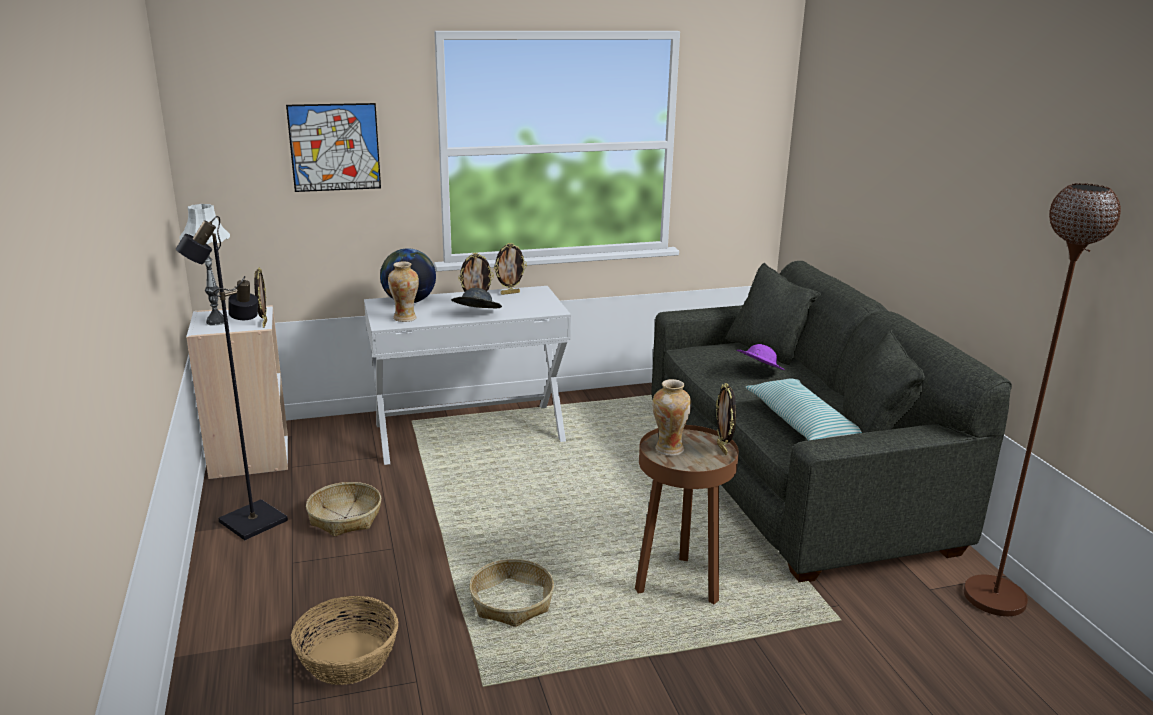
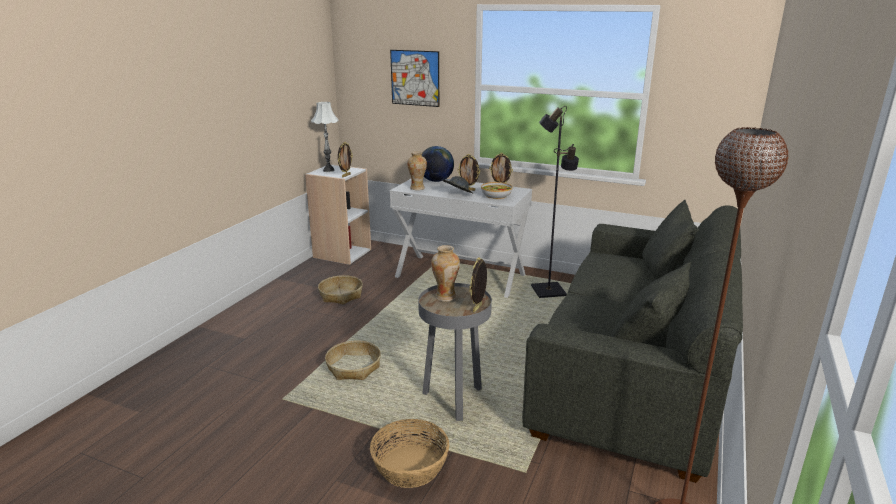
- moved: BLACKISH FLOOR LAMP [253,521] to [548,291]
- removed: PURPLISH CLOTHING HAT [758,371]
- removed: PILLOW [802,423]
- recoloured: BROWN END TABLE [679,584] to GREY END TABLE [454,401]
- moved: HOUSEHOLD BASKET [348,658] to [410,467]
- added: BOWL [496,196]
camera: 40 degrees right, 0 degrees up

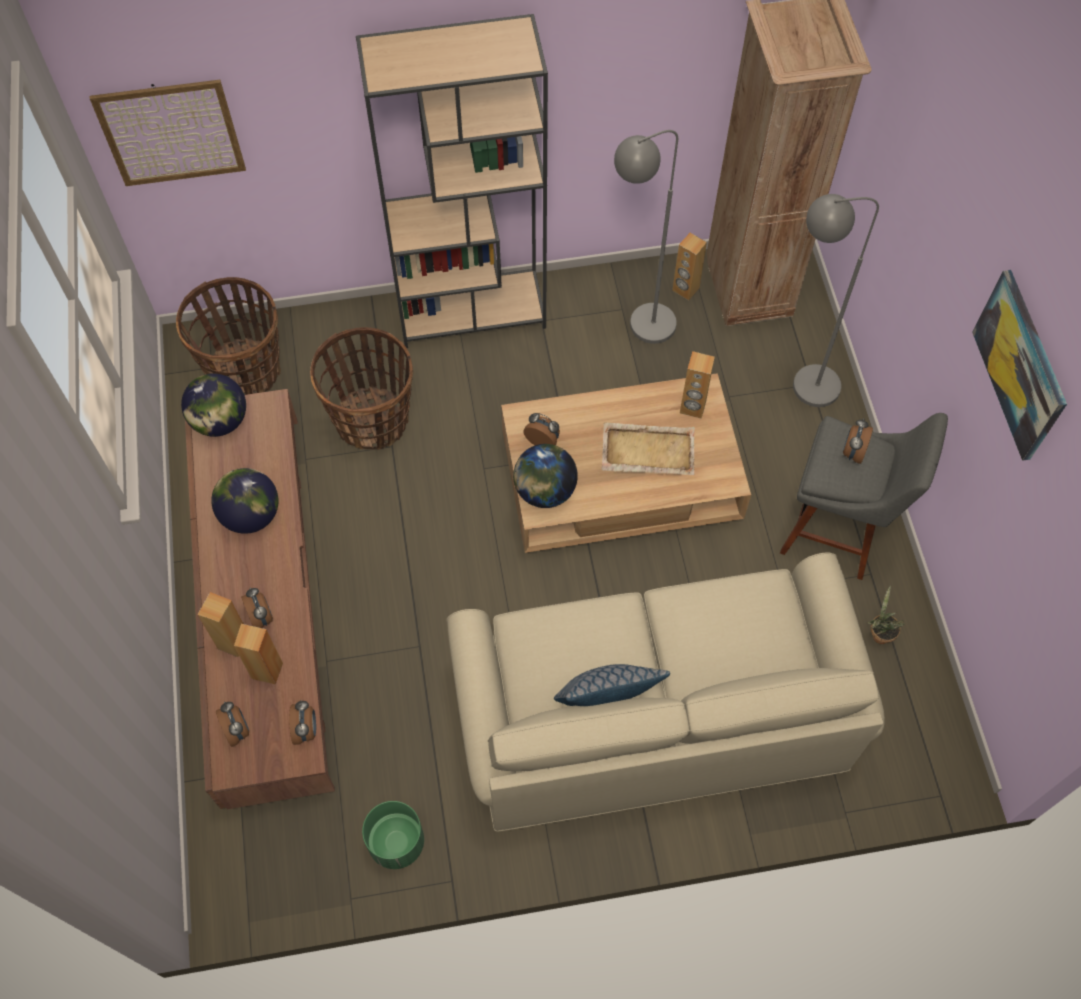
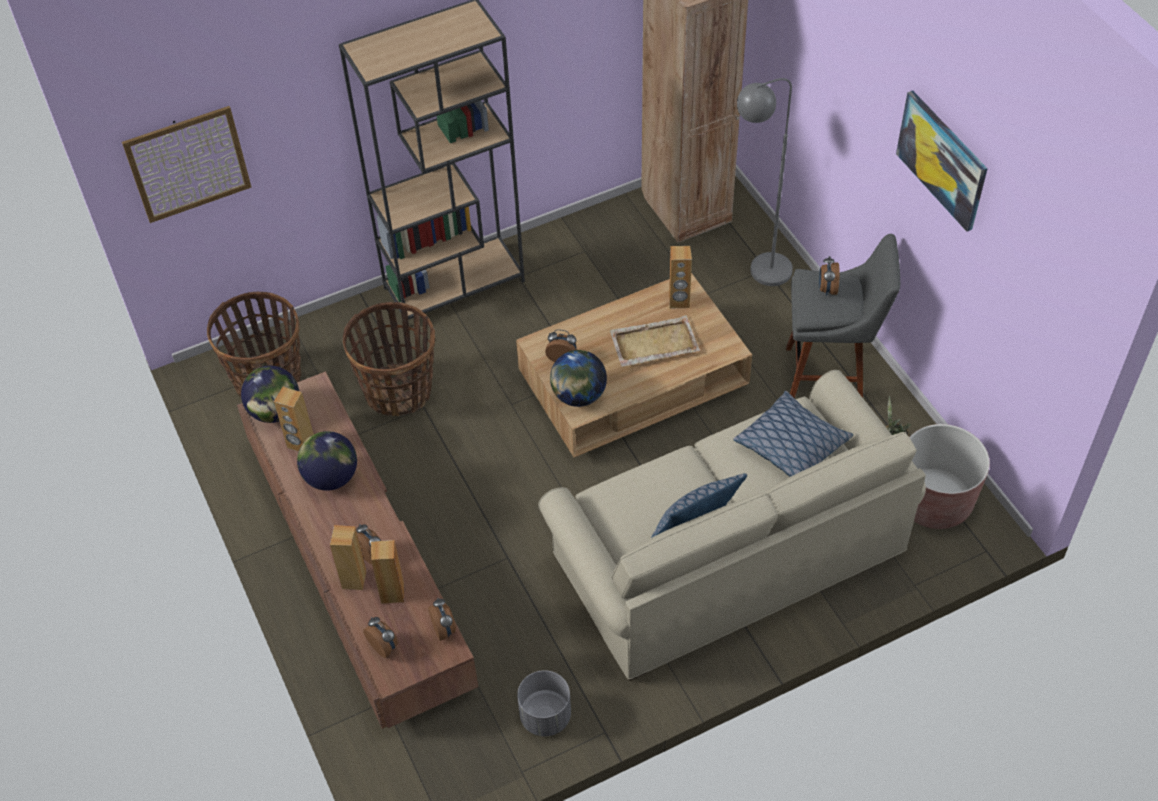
- removed: GREY FLOOR LAMP [640,331]
- moved: BROWN LOUDSPEAKER [685,289] to [301,443]
- recoloured: GREEN-COLOURED FLOWER POT [396,842] to GREY FLOWER POT [545,716]
- added: PILLOW [792,445]
- added: BROWN FLOWER POT [934,501]
camera: 15 degrees left, 10 degrees down

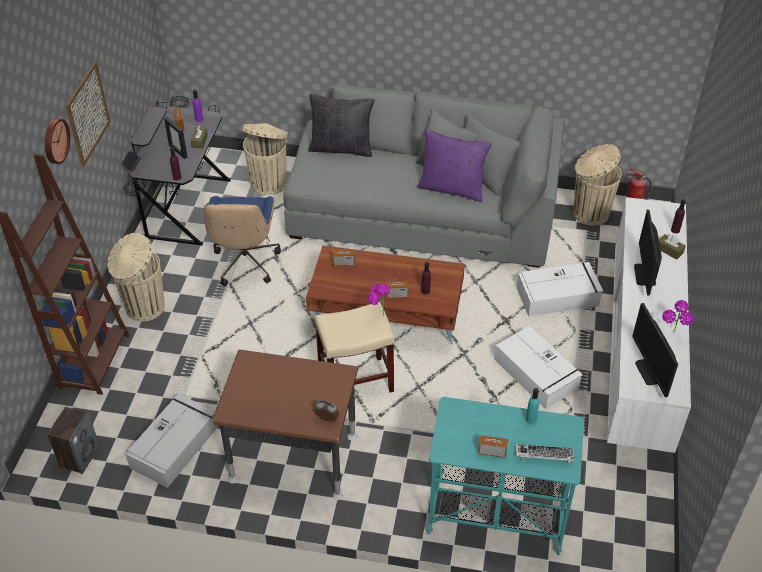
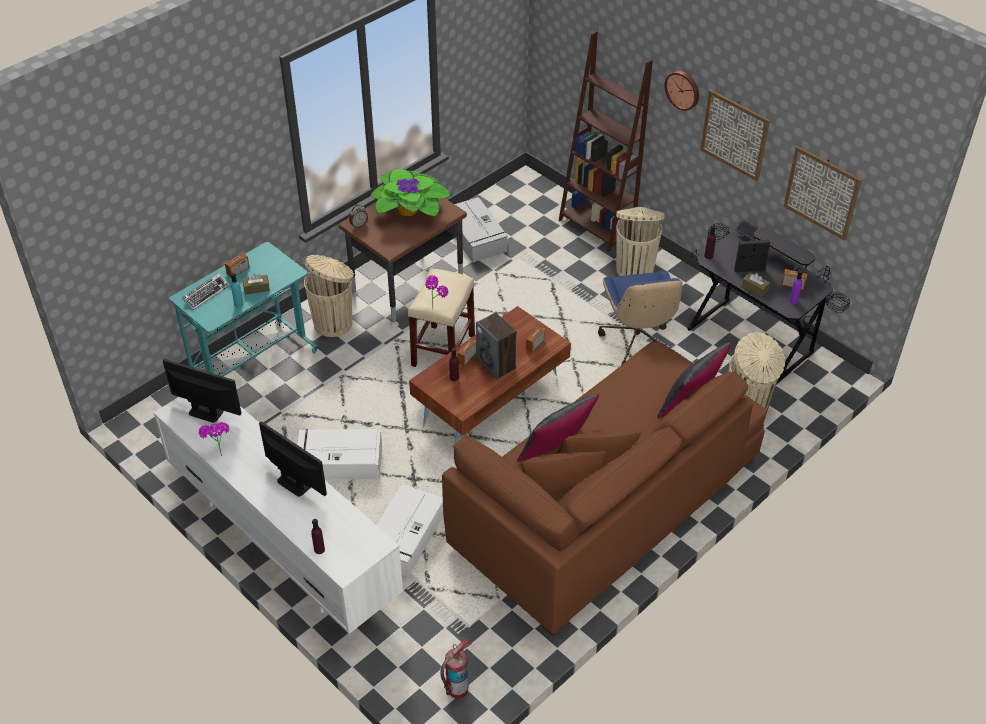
- recoloured: GREY COUCH [422,215] to BROWN COUCH [606,501]
- recoloured: PURPLISH PILLOW [452,188] to BLACKISH PILLOW [556,450]
- moved: SAND-COLOURED RUBBISH BIN [589,213] to [334,322]
- turned: BLUE-COLOURED OFFICE CHAIR [245,265] = [636,345] 135 degrees counterclockwise
- moved: BROWN TISSUE HOLDER [669,250] to [256,288]
- moved: LOUDSPEAKER [79,456] to [496,364]
- added: PICTURE [822,191]
- added: PLANT IN A POT [410,210]
camera: 125 degrees right, 0 degrees up

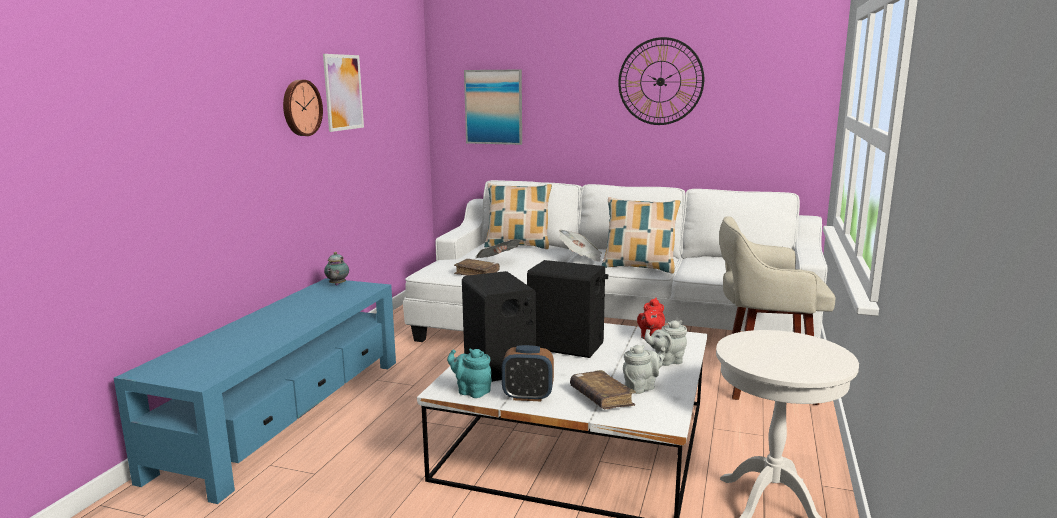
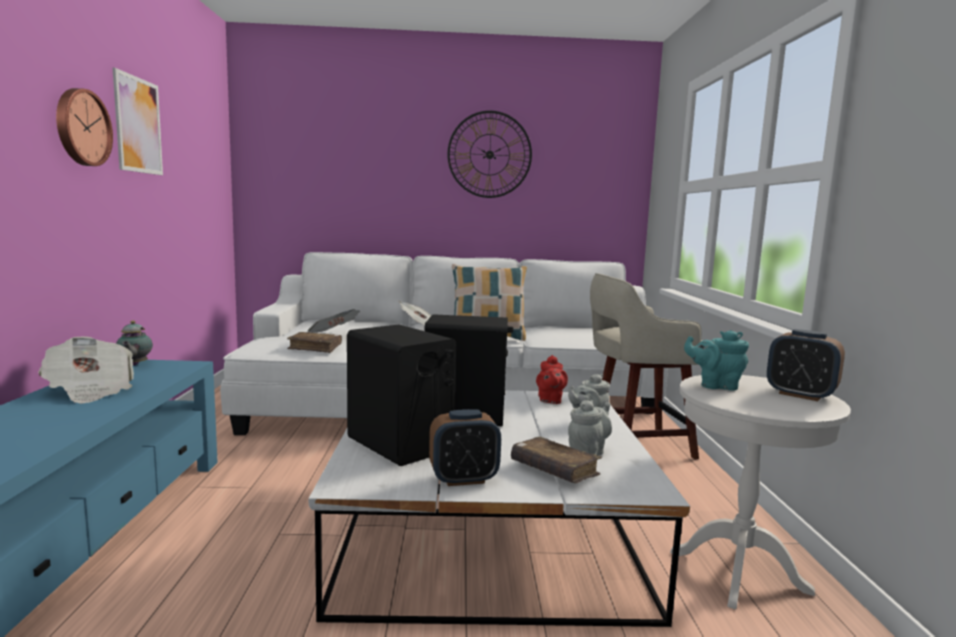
- removed: PICTURE [494,107]
- removed: PILLOW [518,246]
- moved: TURQUOISE-COLOURED TEA POT [471,391] to [715,385]
- added: ALARM CLOCK [800,395]
- added: PRINTED PAPER [90,391]
camera: 20 degrees left, 5 degrees down

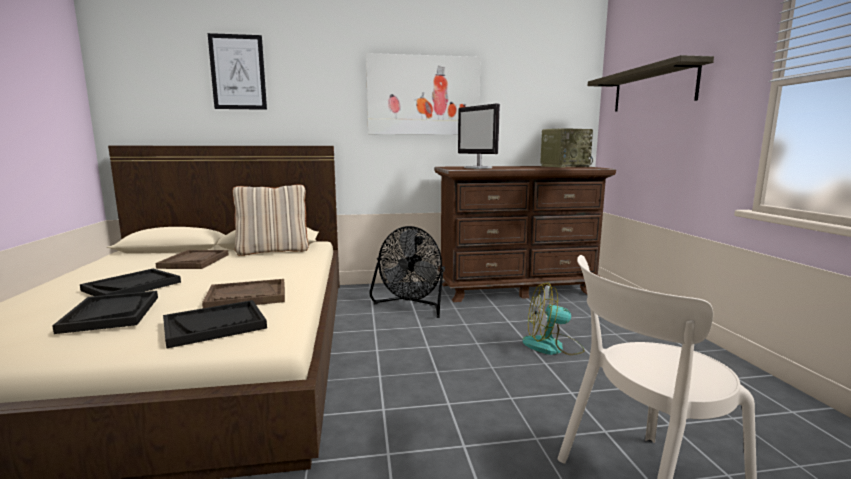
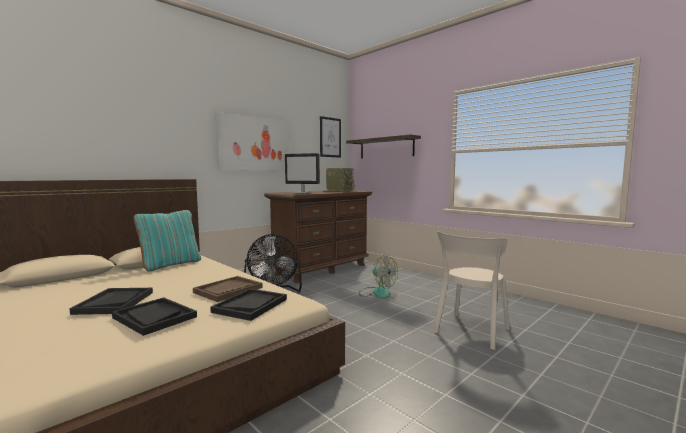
- moved: PICTURE [238,72] to [330,137]
- recoloured: SAND-COLOURED PILLOW [273,251] to TURQUOISE-COLOURED PILLOW [170,264]
- removed: BROWN CARRYING TRAY [194,261]
- turned: FAN [552,346] = [377,292] 105 degrees counterclockwise
camera: 35 degrees left, 5 degrees down

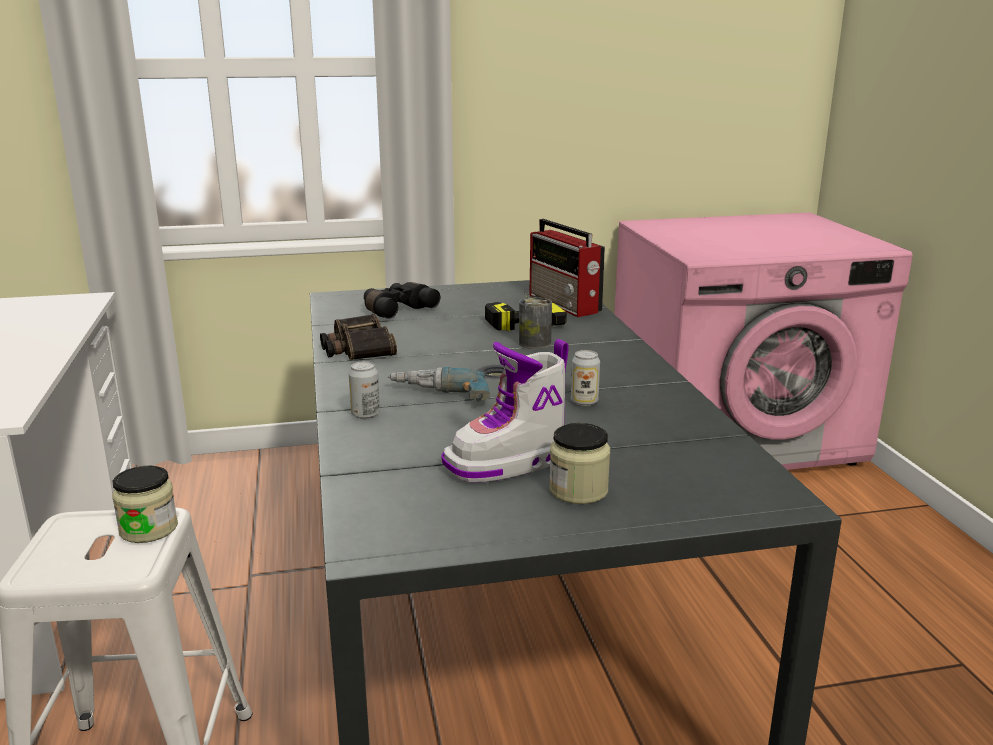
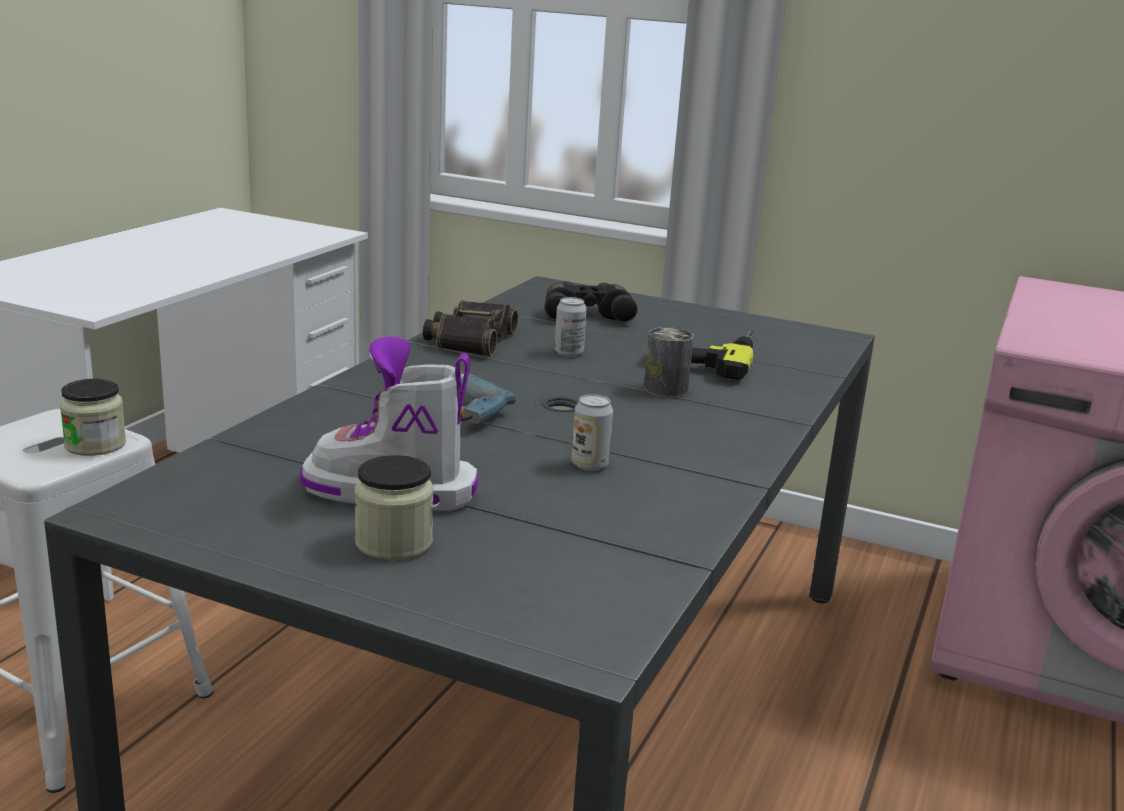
- removed: RADIO SET [565,304]
- moved: SEALED CAN [365,414] to [568,353]
camera: 35 degrees right, 0 degrees up

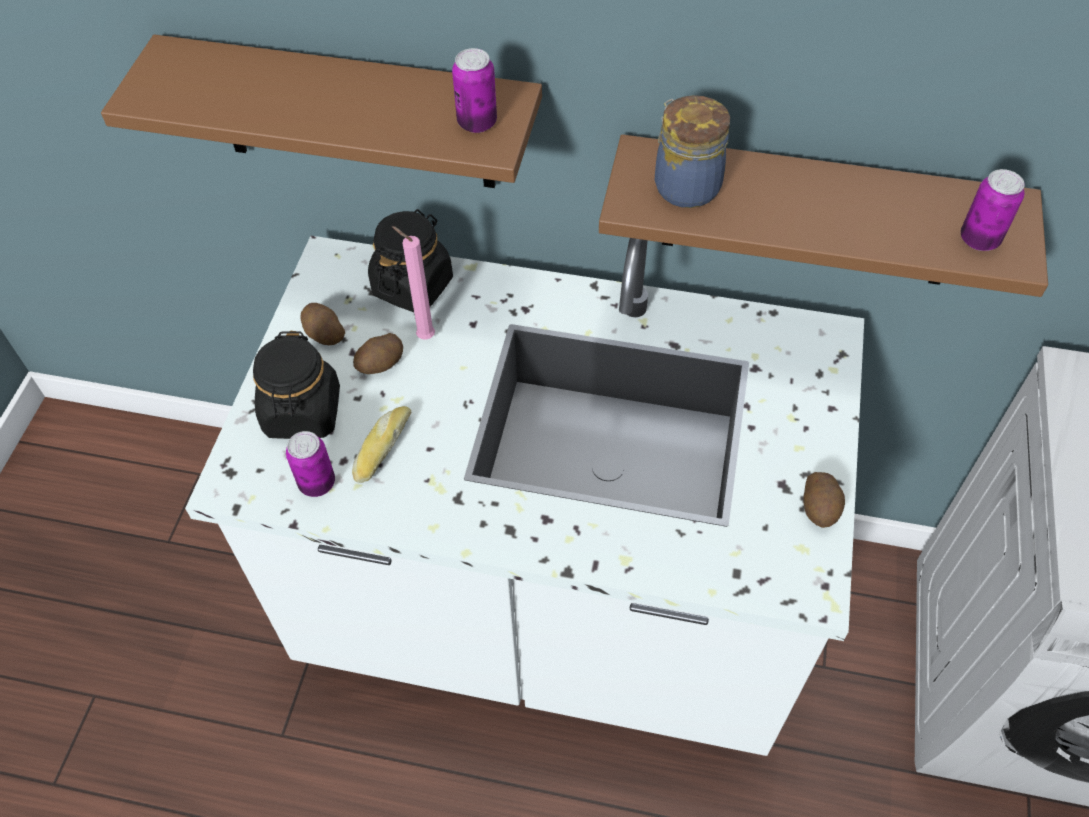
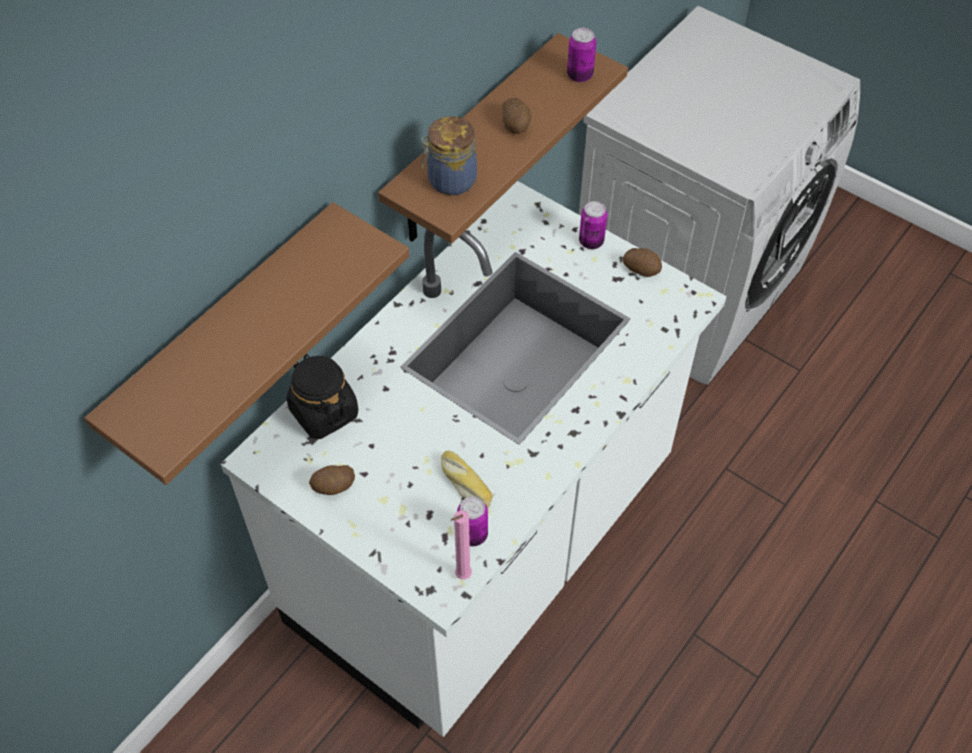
- moved: SEALED CAN [477,123] to [591,242]
- moved: PINKISH CANDLE [423,336] to [461,577]
- removed: BLACKISH STORAGE JAR [303,412]
- moved: WHOLE POTATO [381,364] to [516,125]
camera: 65 degrees left, 0 degrees up

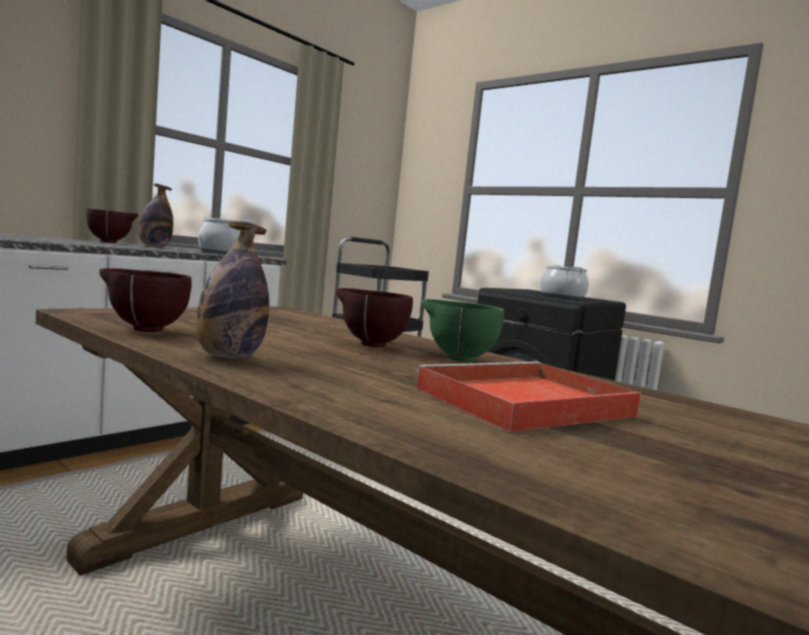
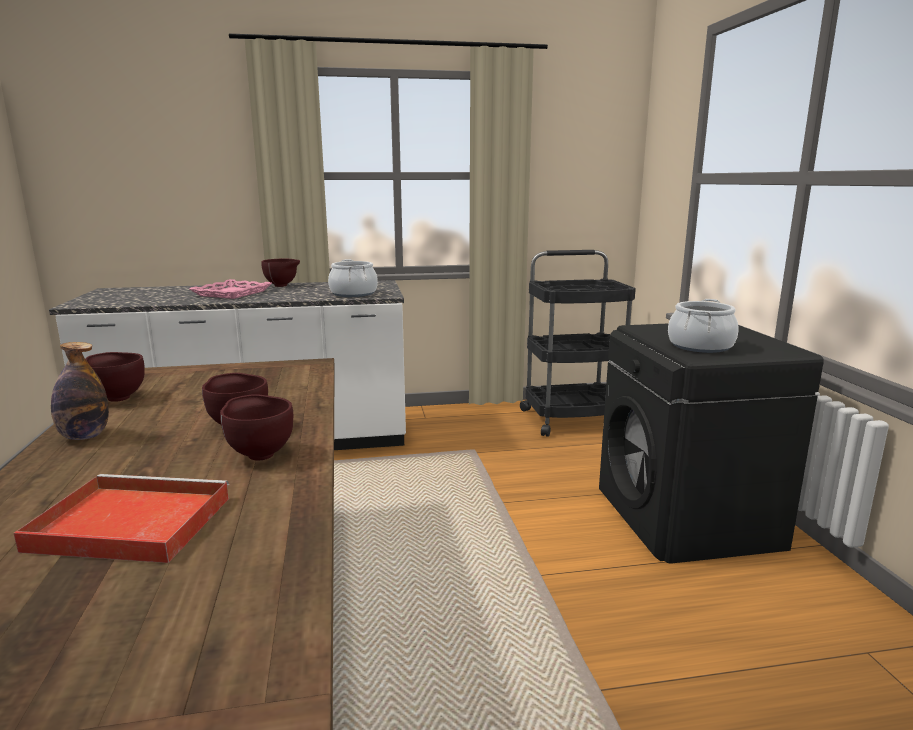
- removed: DRINK BOTTLE [154,246]
- recoloured: GREEN-COLOURED BOWL [456,358] to BROWN BOWL [259,454]
- added: PINKISH CARRYING TRAY [232,293]
camera: 40 degrees right, 10 degrees up

